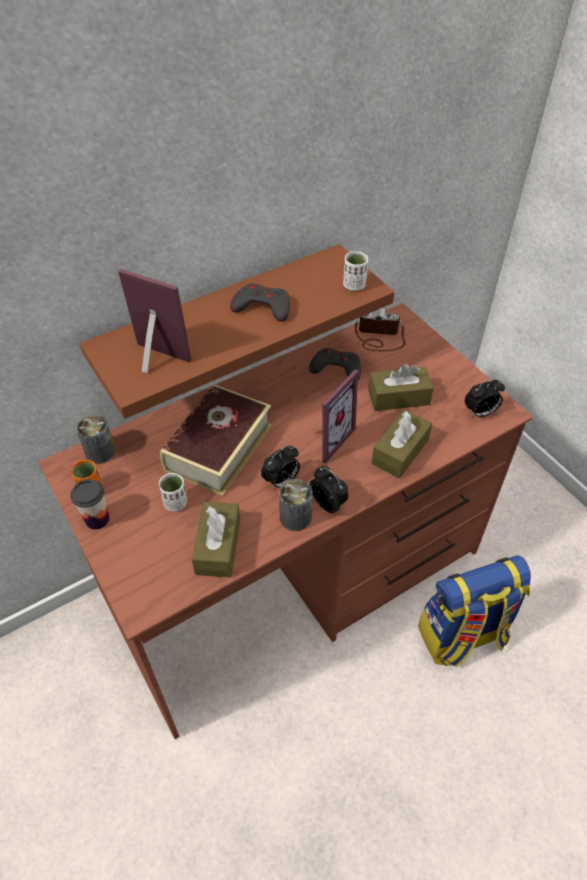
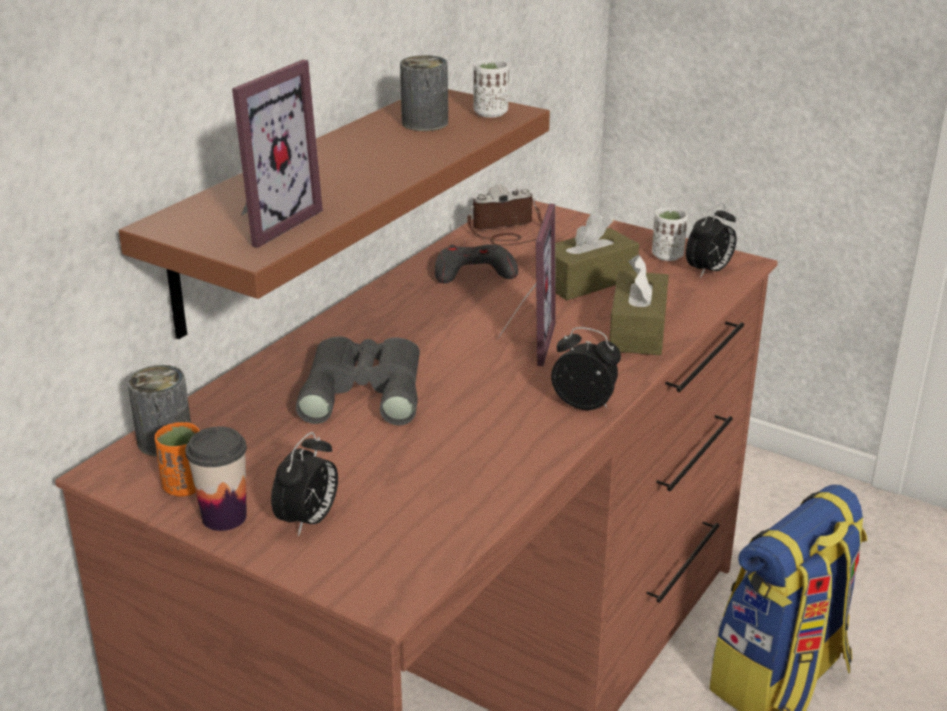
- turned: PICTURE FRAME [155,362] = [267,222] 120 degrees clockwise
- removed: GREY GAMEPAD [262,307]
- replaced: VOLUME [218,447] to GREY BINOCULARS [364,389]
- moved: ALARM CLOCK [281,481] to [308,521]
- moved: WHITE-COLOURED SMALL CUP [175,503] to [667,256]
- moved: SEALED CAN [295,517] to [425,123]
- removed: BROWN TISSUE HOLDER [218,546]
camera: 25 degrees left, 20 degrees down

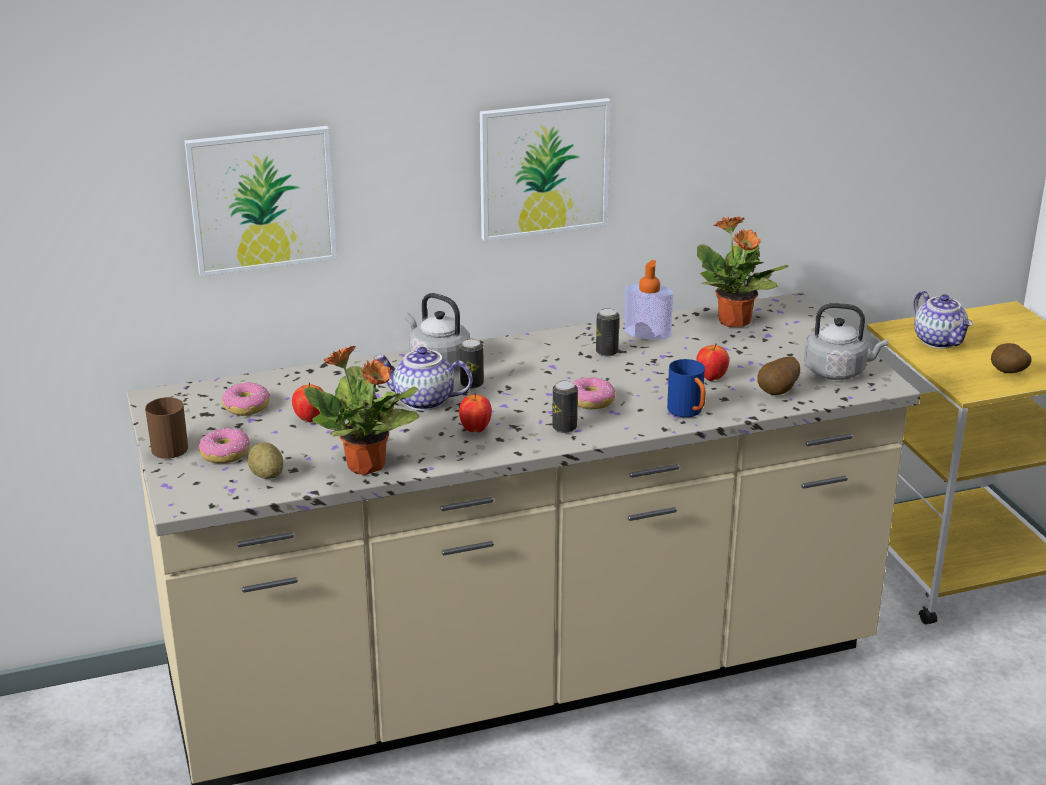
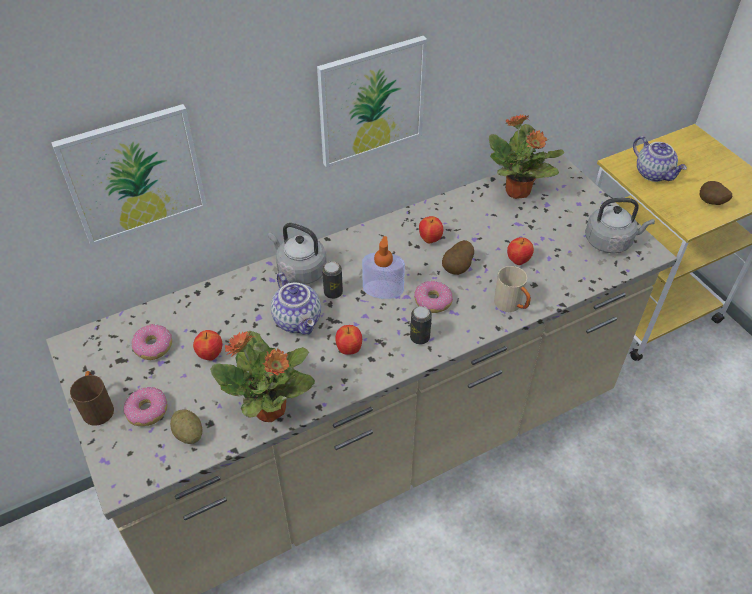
- moved: LIQUID SOAP BOTTLE [647,333] to [383,289]
- replaced: SEALED CAN [607,352] to APPLE [430,239]
- turned: TEA POT [423,401] = [299,320] 120 degrees counterclockwise
- moved: WHOLE POTATO [778,392] to [458,268]
- recoloured: BLUE-COLOURED MUG [688,413] to SAND-COLOURED MUG [511,306]
camera: 10 degrees left, 20 degrees up

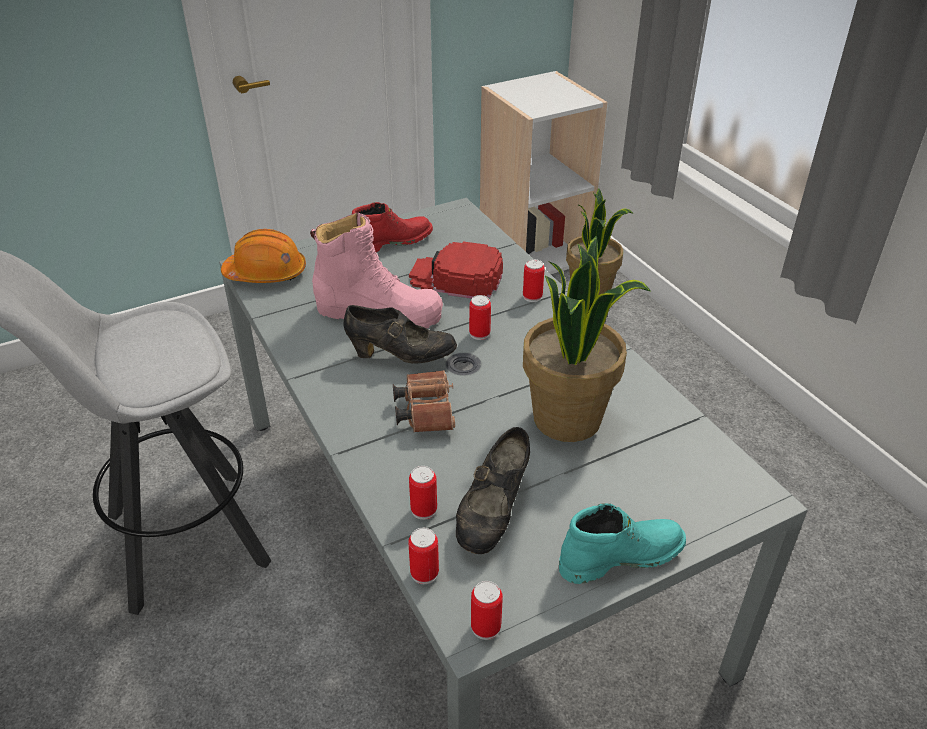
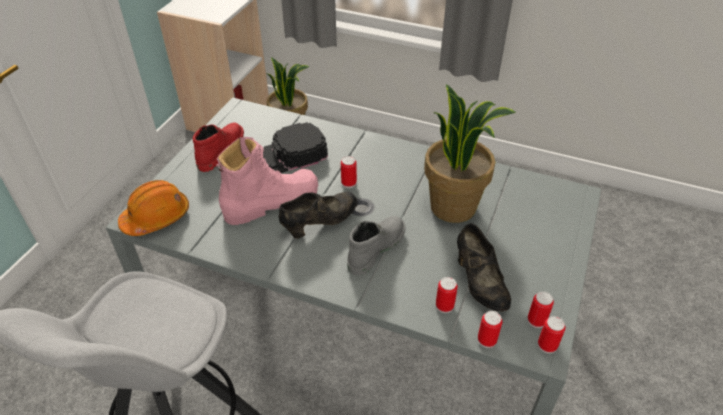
- recoloured: REDDISH PEAKED CAP [456,278] to BLACKISH PEAKED CAP [292,154]
- moved: SEALED CAN [532,296] to [536,320]
- replaced: BROWN BINOCULARS [425,411] to GREY TALL BOOT [375,248]
- removed: TURQUOISE-COLOURED TALL BOOT [620,555]
camera: 40 degrees left, 5 degrees up

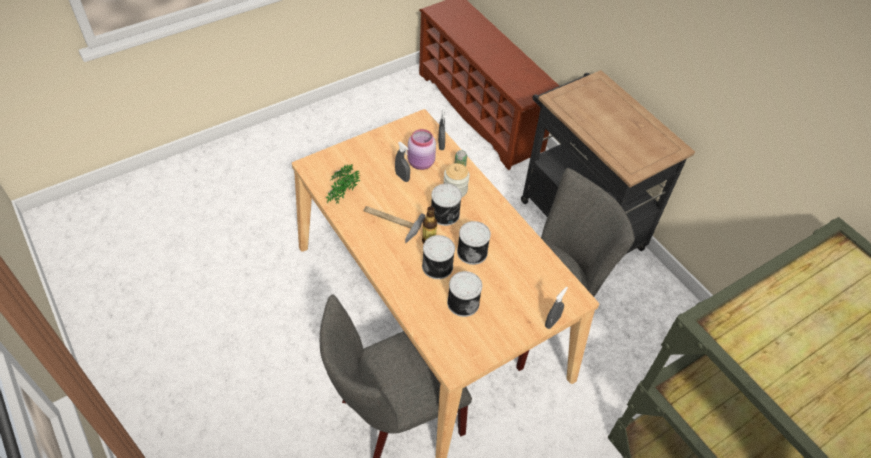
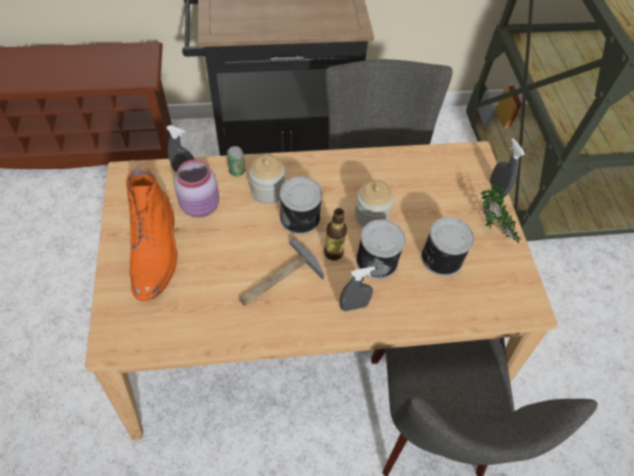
- moved: GREY SPRAYER [402,177] to [354,305]
- moved: PLANT IN A POT [342,196] to [492,229]
- replaced: SEALED CAN [472,251] to STORAGE JAR [371,215]
- added: ORANGE TALL BOOT [156,251]
camera: 65 degrees left, 5 degrees up

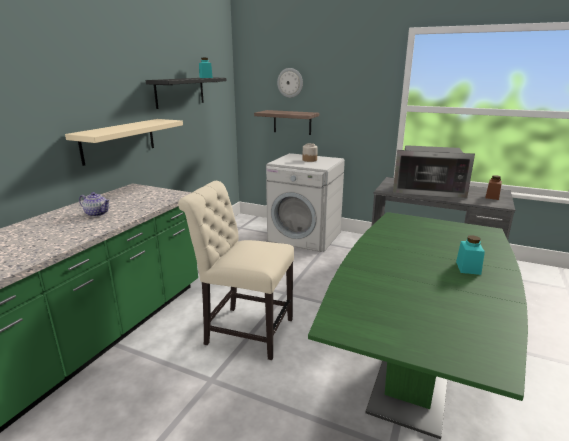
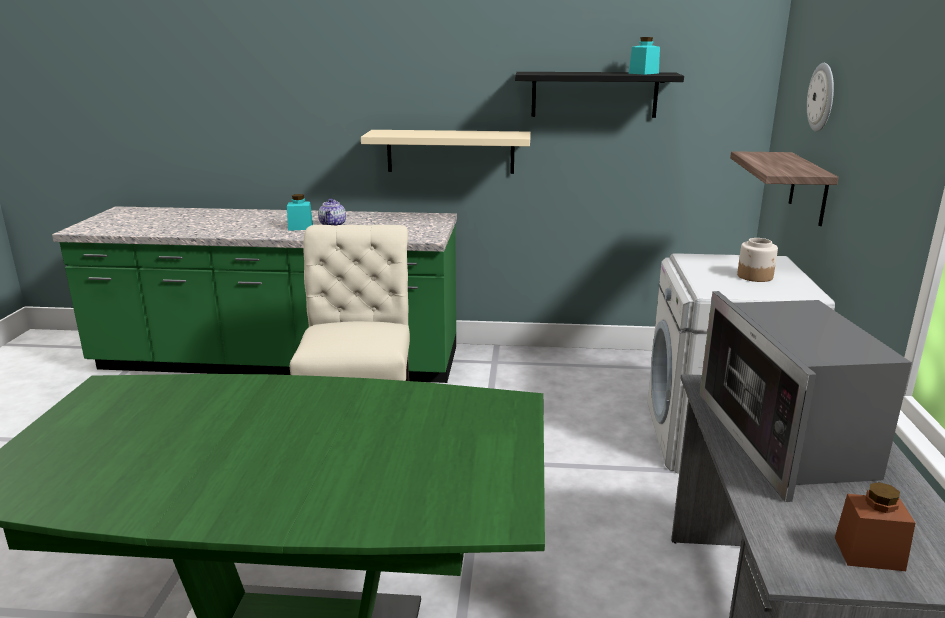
- moved: TURQUOISE-COLOURED STORAGE JAR [468,268] to [300,227]
camera: 70 degrees right, 0 degrees up

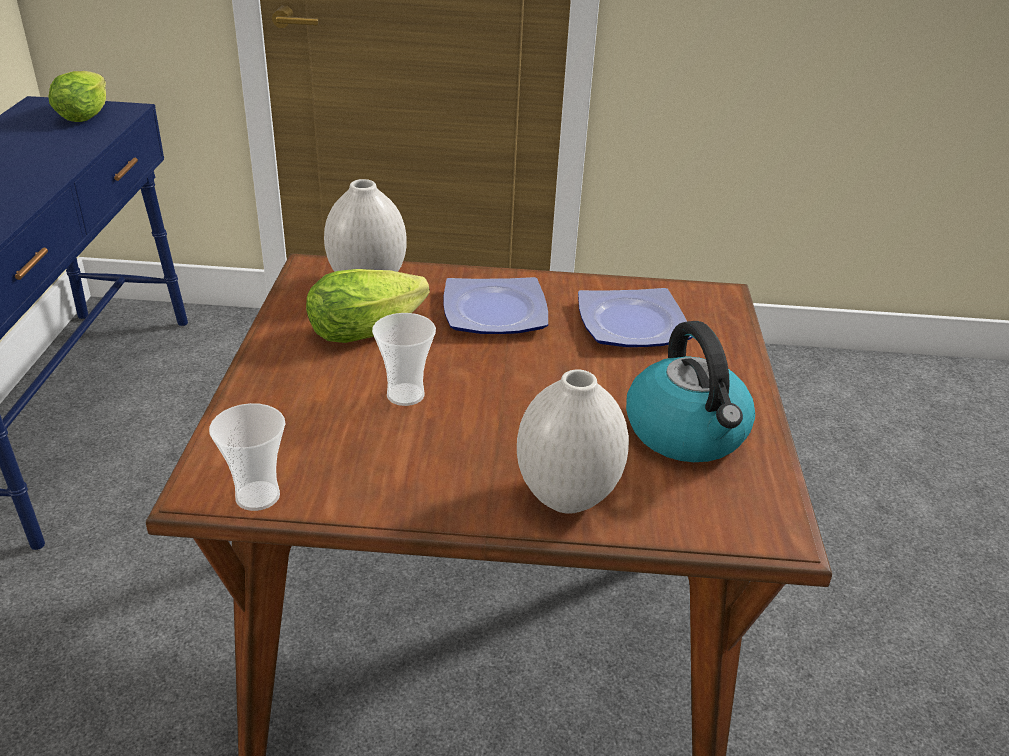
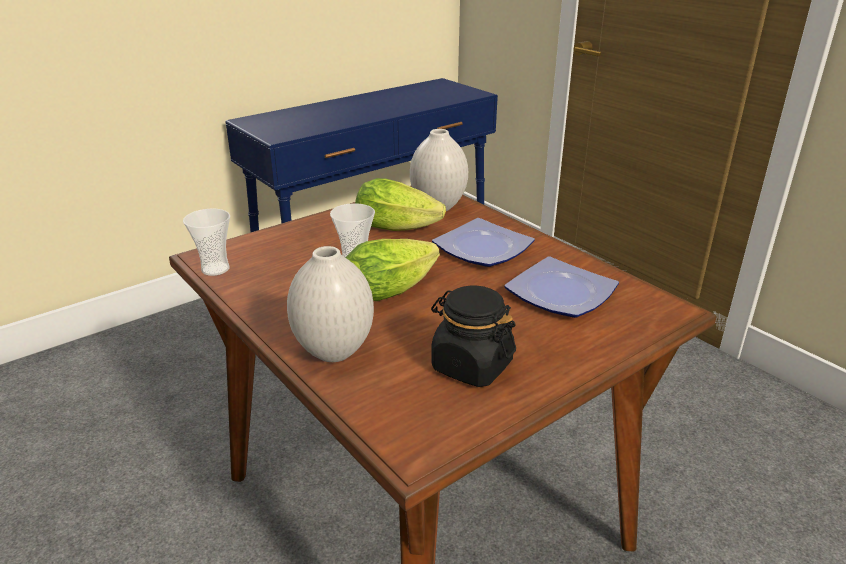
- moved: HEAD OF LETTUCE [87,113] to [395,287]
- replaced: WATER KETTLE [687,433] to BLACKISH STORAGE JAR [471,366]
camera: 50 degrees right, 5 degrees down

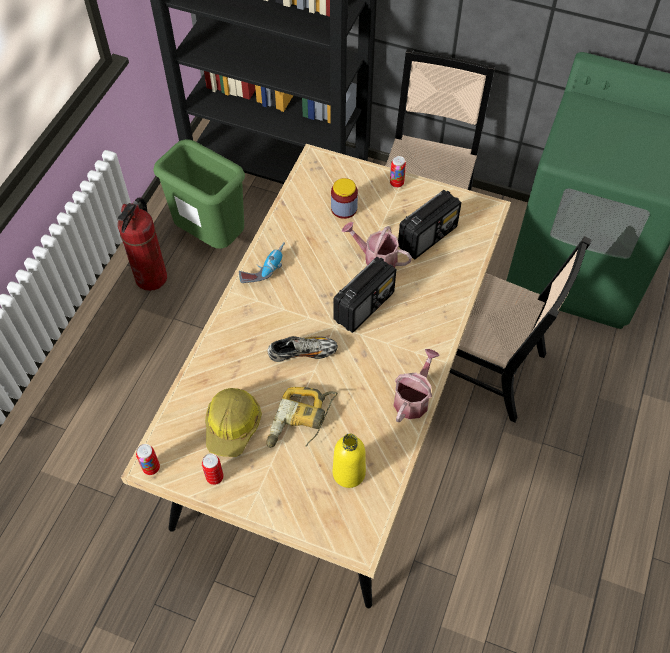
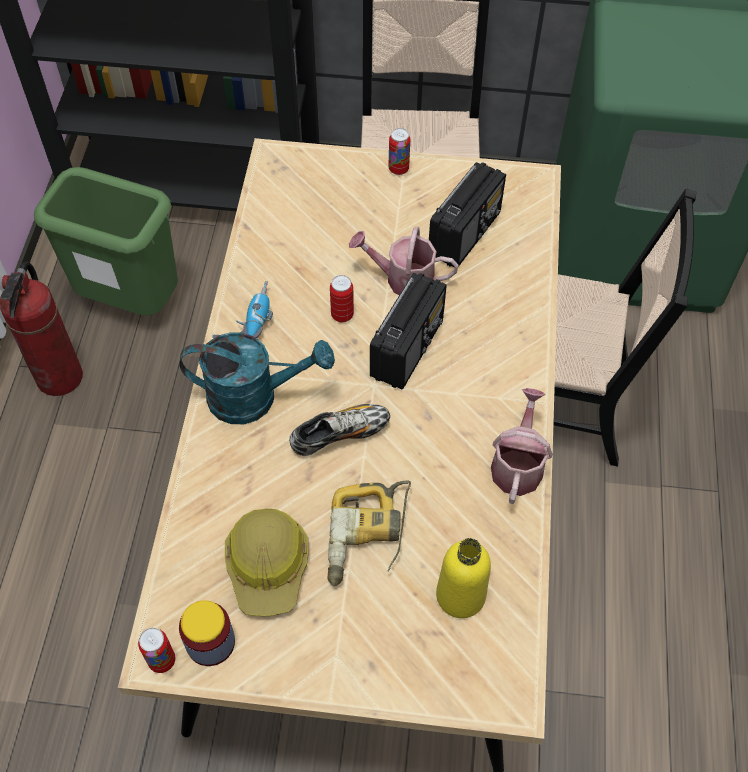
- moved: STORAGE JAR [344,208] to [210,642]
- moved: SEALED CAN [215,477] to [342,315]
- added: TURQUOISE-COLOURED WATERING POT [255,397]
camera: 15 degrees left, 0 degrees up

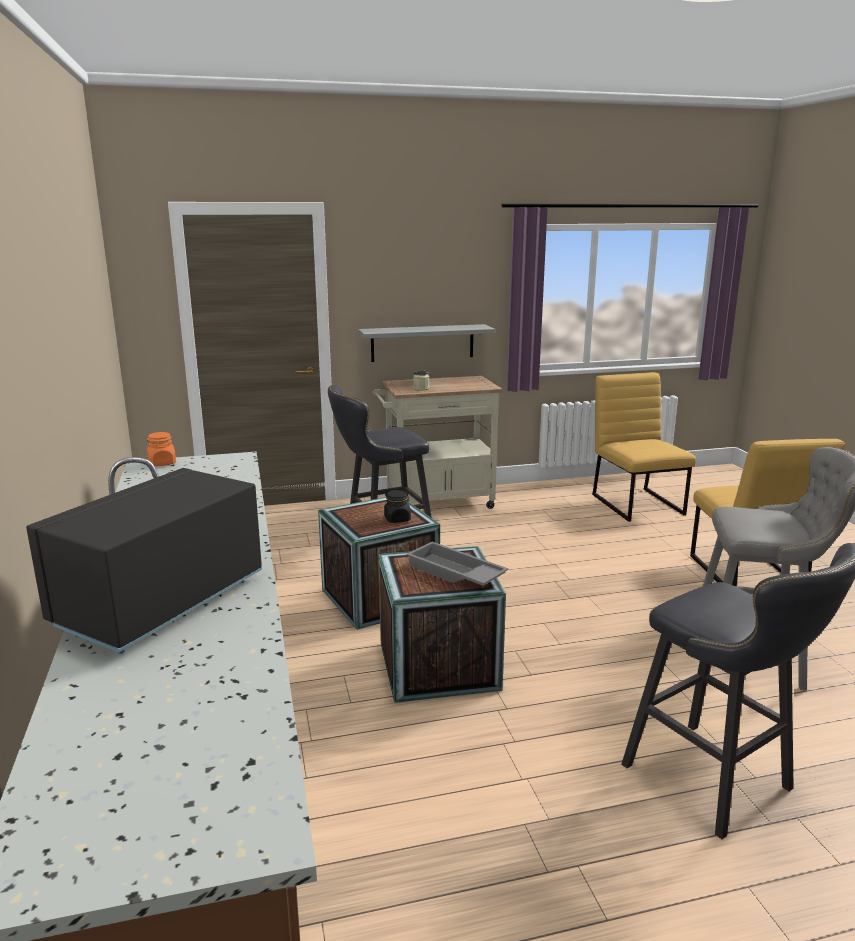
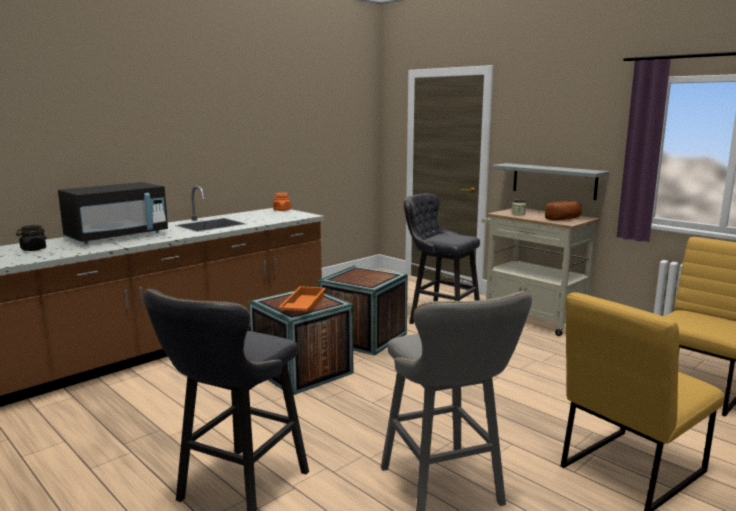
- turned: BLACKISH MICROWAVE [160,602] = [117,236] 135 degrees clockwise
- moved: BLACKISH STORAGE JAR [397,519] to [33,249]
- recoloured: GREY CARRYING TRAY [454,573] to ORANGE CARRYING TRAY [302,305]
- added: BAKED BREAD [565,219]
camera: 60 degrees right, 5 degrees down

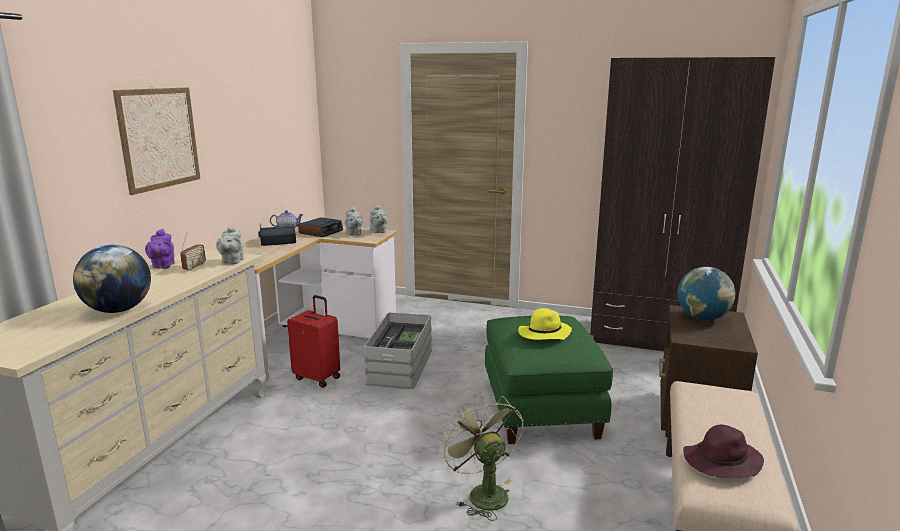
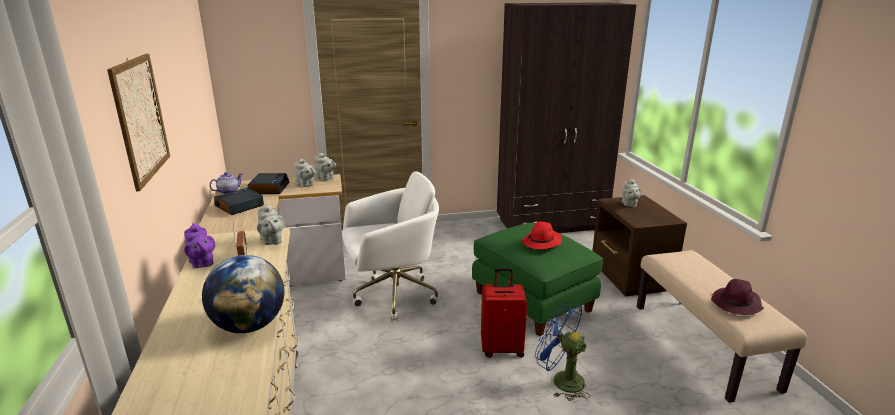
- replaced: GLOBE [702,318] to GREY TEA POT [629,205]
- moved: REDDISH TRAVEL CASE [318,378] to [502,348]
- recoloured: YELLOWISH CLOTHING HAT [544,334] to REDDISH CLOTHING HAT [541,242]
- replaced: GREY STORAGE BIN [401,366] to WHITE-COLOURED OFFICE CHAIR [392,298]
- recoloured: GREEN-COLOURED FAN [482,493] to BLUE-COLOURED FAN [561,380]
camera: 30 degrees left, 5 degrees up

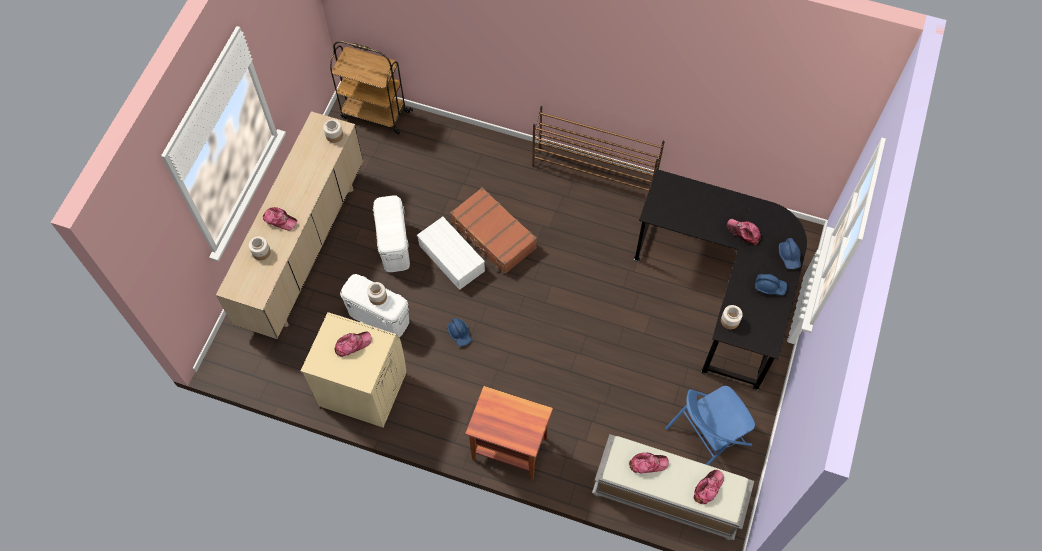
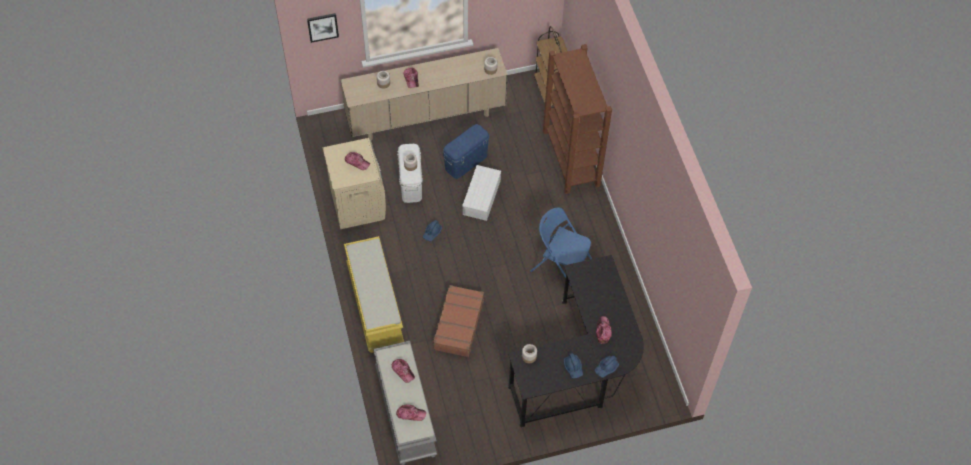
- removed: BROWN SHOE STAND [594,173]
- moved: BROWN TRAVEL CASE [493,236] to [458,325]
- recoloured: WHITE-COLOURED STORAGE BIN [394,246] to BLUE-COLOURED STORAGE BIN [466,162]
- replaced: NIGHTSTAND [508,449] to YELLOWISH BENCH [374,304]
- moved: BLUE-COLOURED CHAIR [708,436] to [561,264]
- added: PICTURE [322,27]
- added: BROWN SHELVING UNIT [571,158]
camera: 55 degrees right, 5 degrees down

